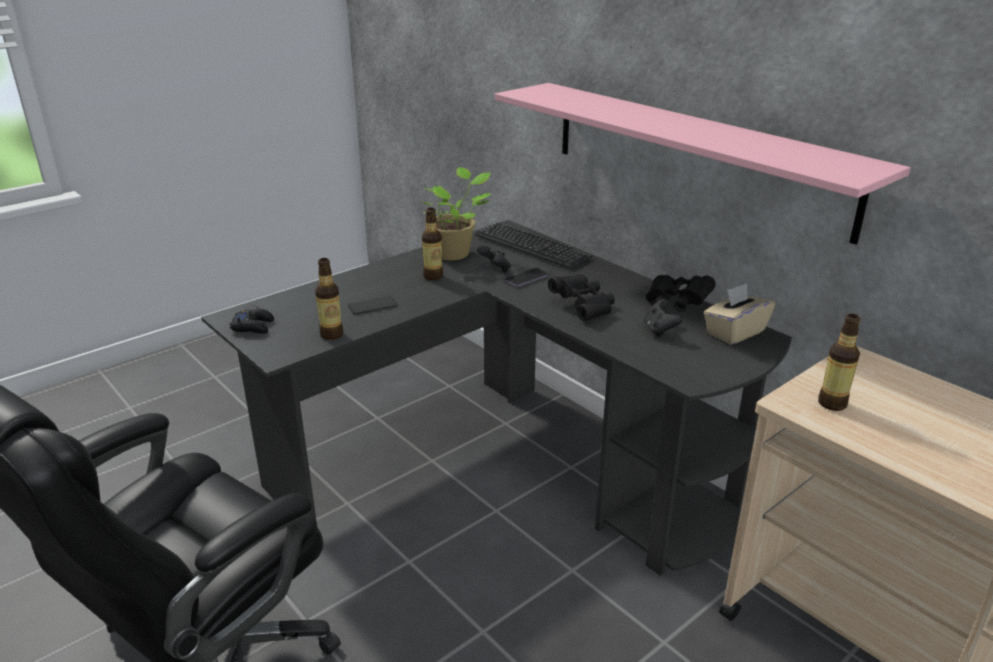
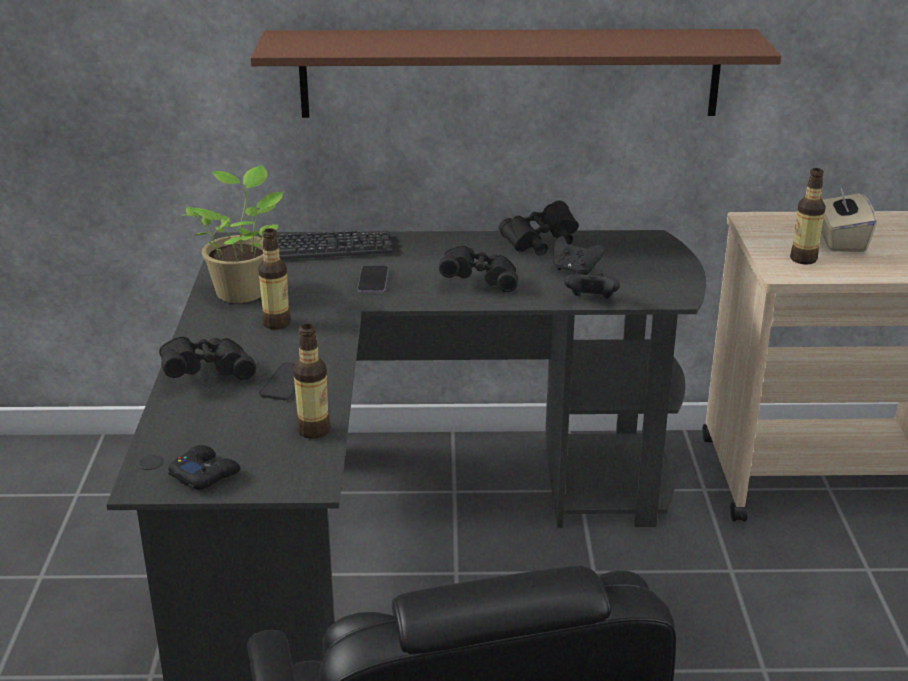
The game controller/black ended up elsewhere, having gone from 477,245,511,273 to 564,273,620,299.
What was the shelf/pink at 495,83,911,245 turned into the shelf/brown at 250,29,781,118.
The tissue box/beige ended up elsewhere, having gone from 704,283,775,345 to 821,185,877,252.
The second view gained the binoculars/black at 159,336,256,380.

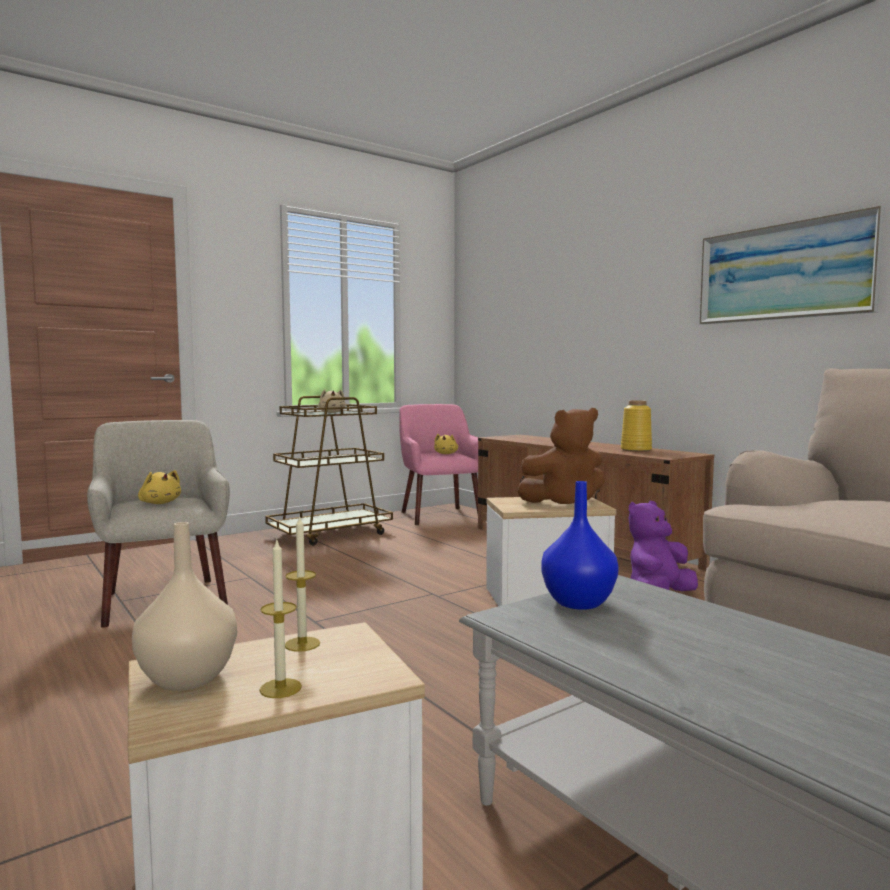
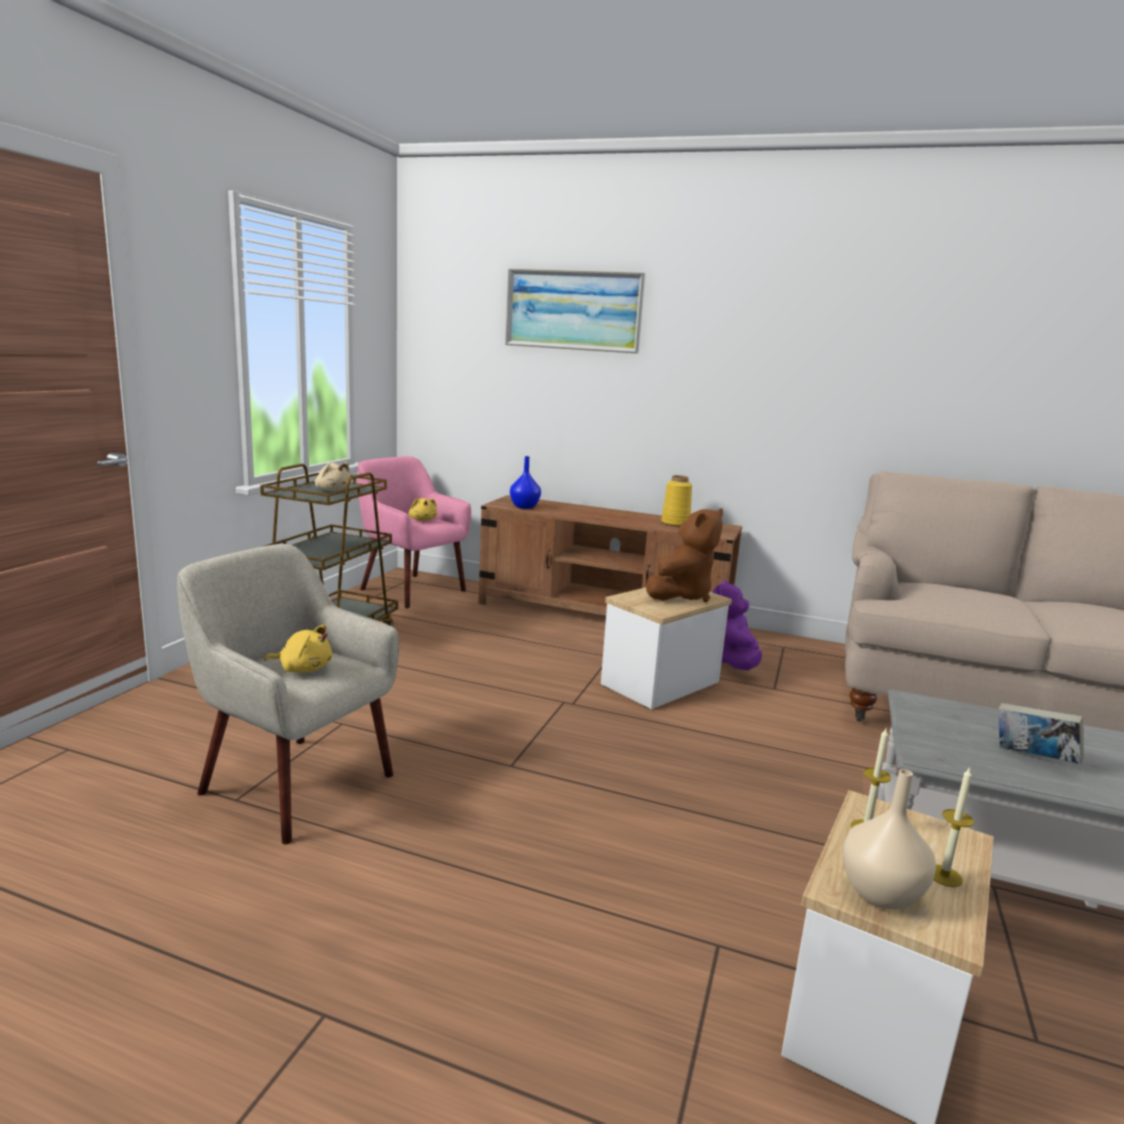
The vase/blue ended up elsewhere, having gone from 541,481,619,610 to 510,456,541,509.
The picture ended up elsewhere, having gone from 700,206,885,324 to 505,268,645,354.
The second view gained the book at 998,703,1084,764.

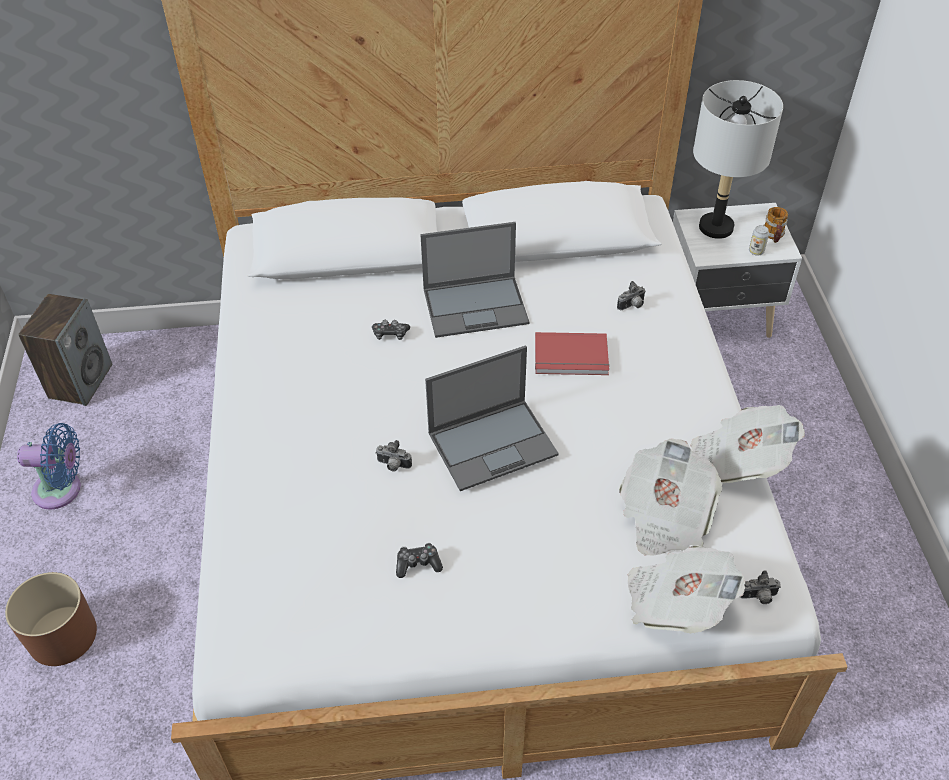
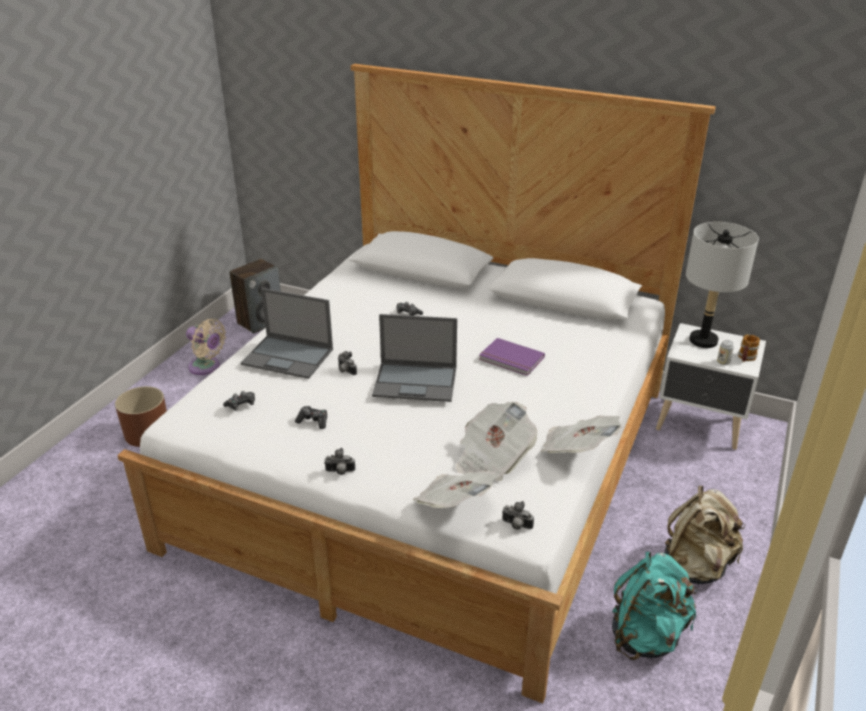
What was the fan/blue at 17,423,81,510 turned into the fan/beige at 186,319,226,375.
The laptop ended up elsewhere, having gone from 420,222,529,338 to 241,288,333,379.
What was the book/red at 535,332,609,375 turned into the book/purple at 479,338,545,376.
The photo camera ended up elsewhere, having gone from 617,281,646,310 to 324,448,355,475.
The second view gained the game controller at 223,391,255,411.
The second view gained the backpack/turquoise at 612,552,698,660.
The second view gained the backpack/beige at 664,486,746,584.

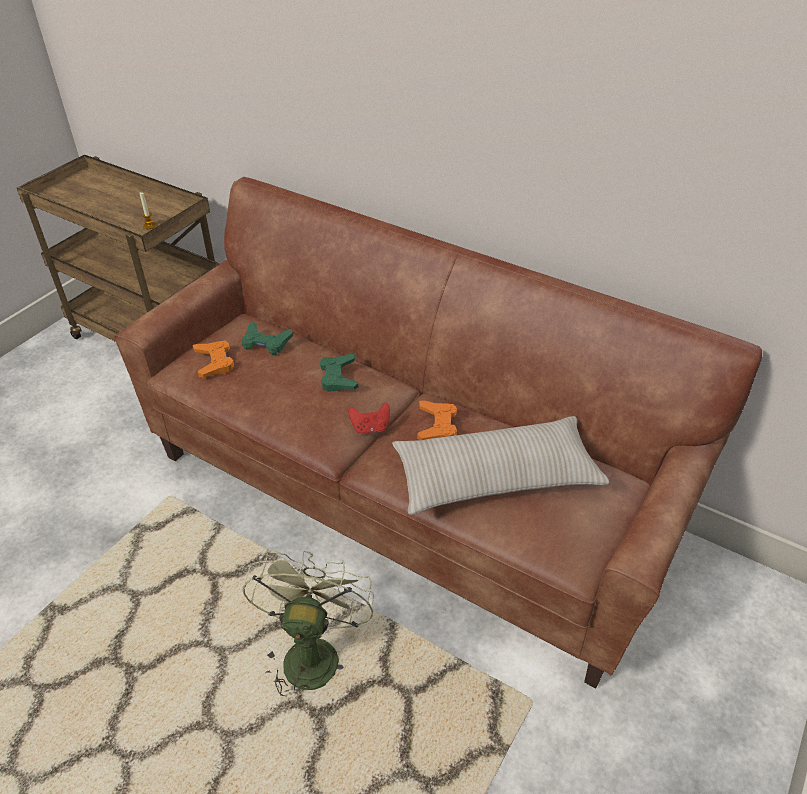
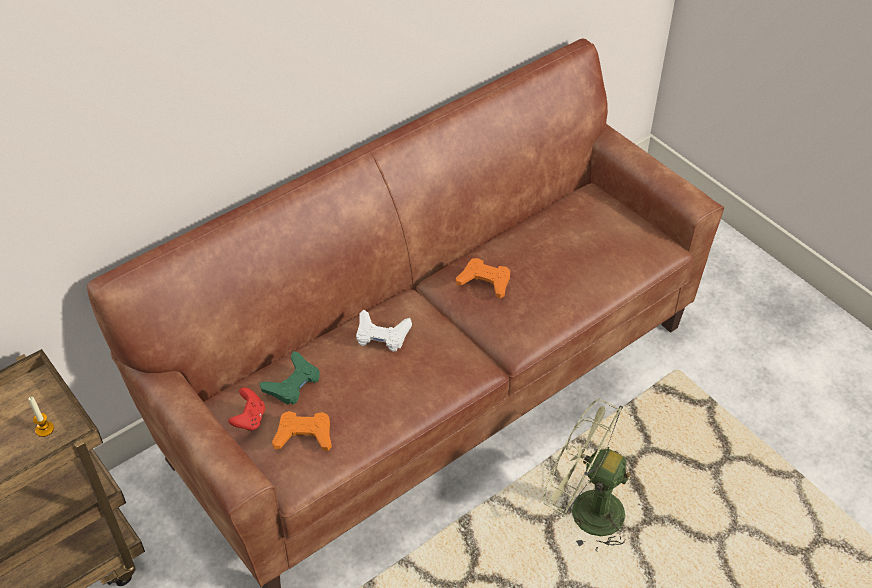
What was the game controller/green at 320,354,358,392 turned into the game controller/white at 356,309,412,352.
The game controller/red ended up elsewhere, having gone from 348,403,390,434 to 228,387,265,431.
The second view lost the pillow/beige at 392,416,609,515.

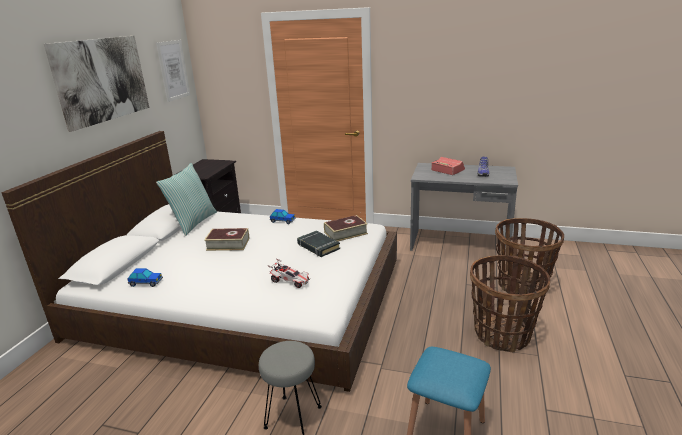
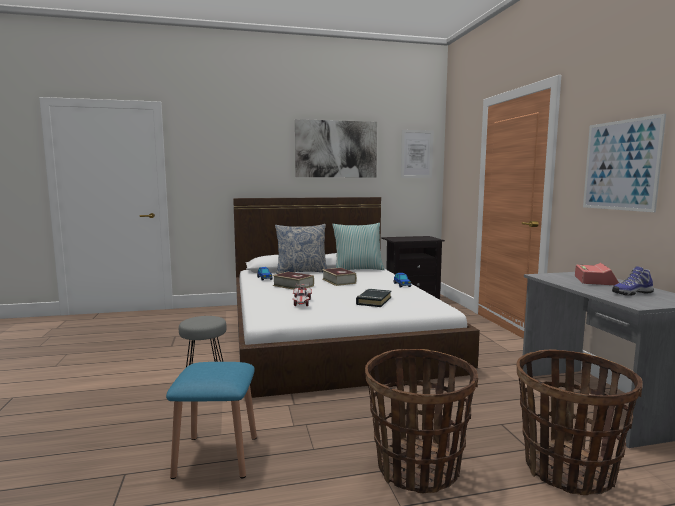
The book ended up elsewhere, having gone from 324,215,368,241 to 272,272,314,290.
The second view gained the pillow at 275,224,327,274.
The second view gained the picture at 583,114,666,212.

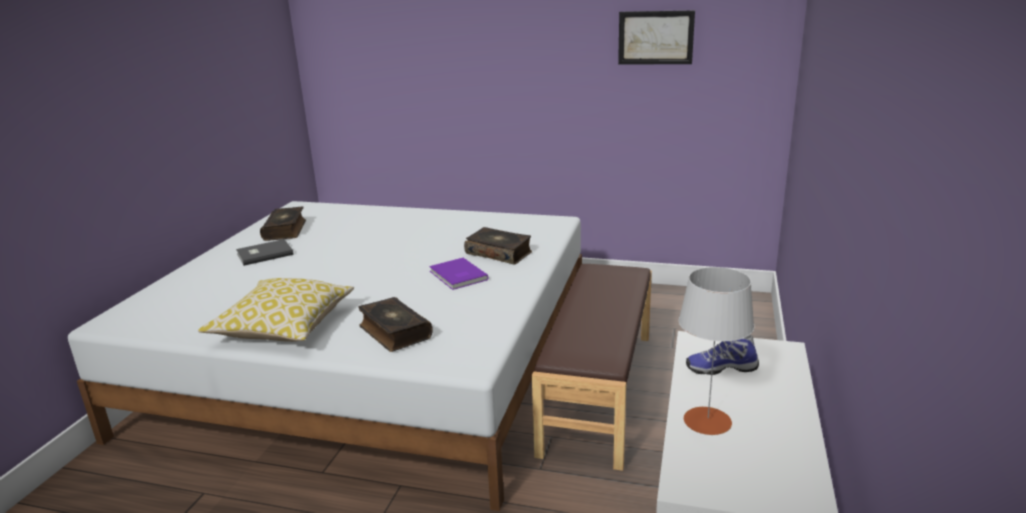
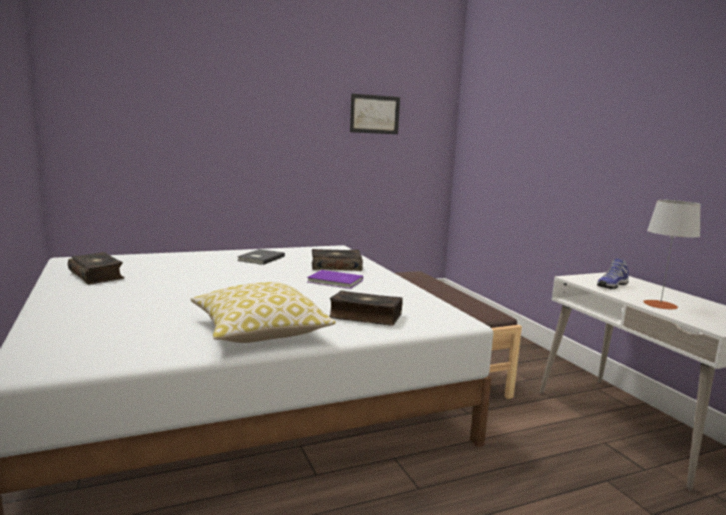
The book/grey ended up elsewhere, having gone from 236,239,294,266 to 237,249,285,265.

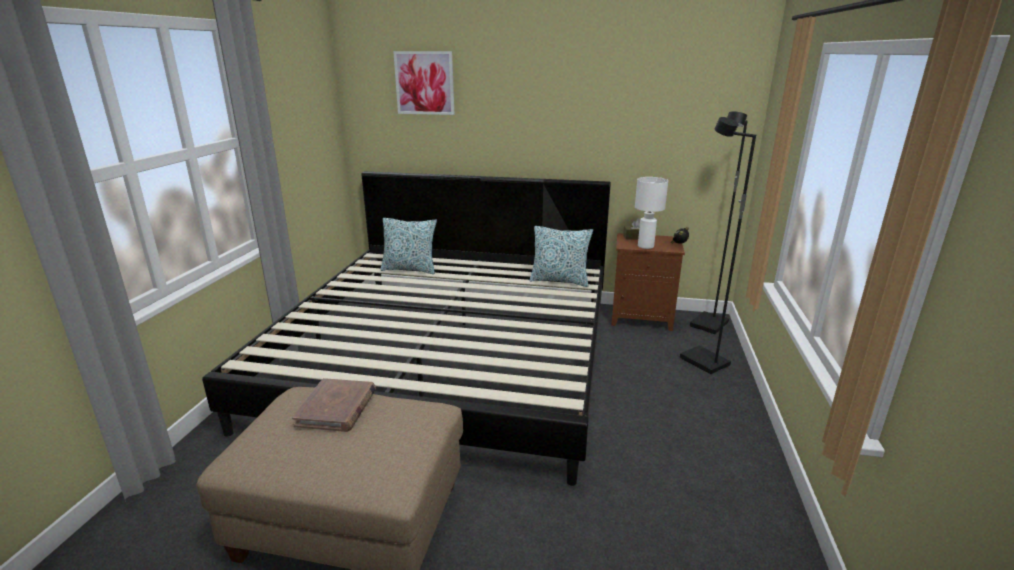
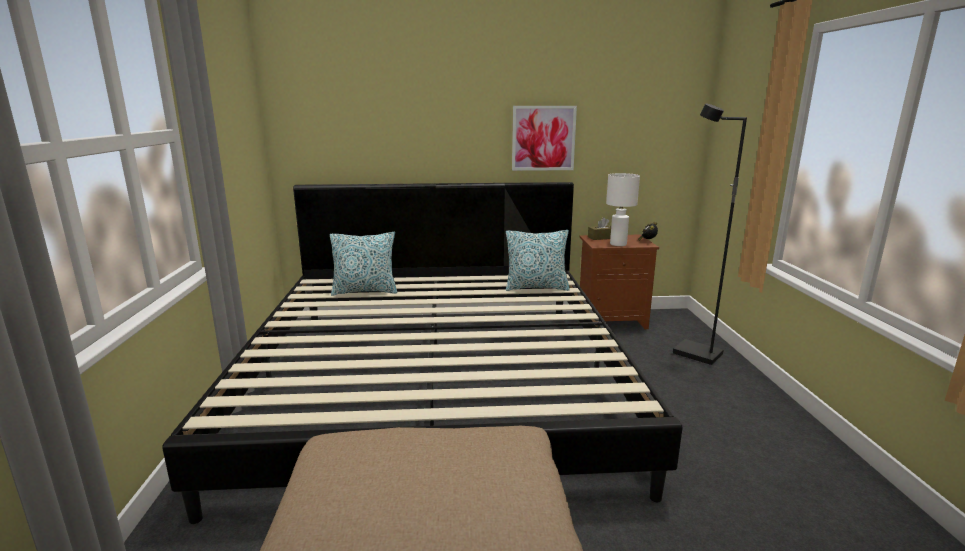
The second view lost the book/brown at 292,378,376,432.
The picture ended up elsewhere, having gone from 393,51,455,115 to 512,106,577,171.
The second view lost the floor lamp/black at 690,111,748,334.

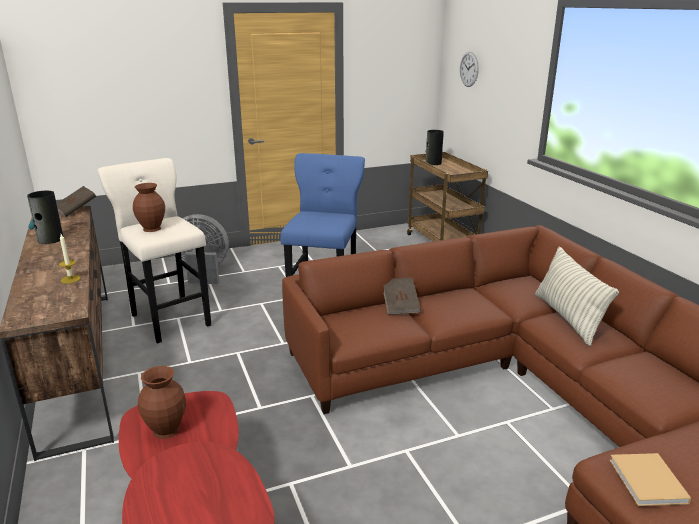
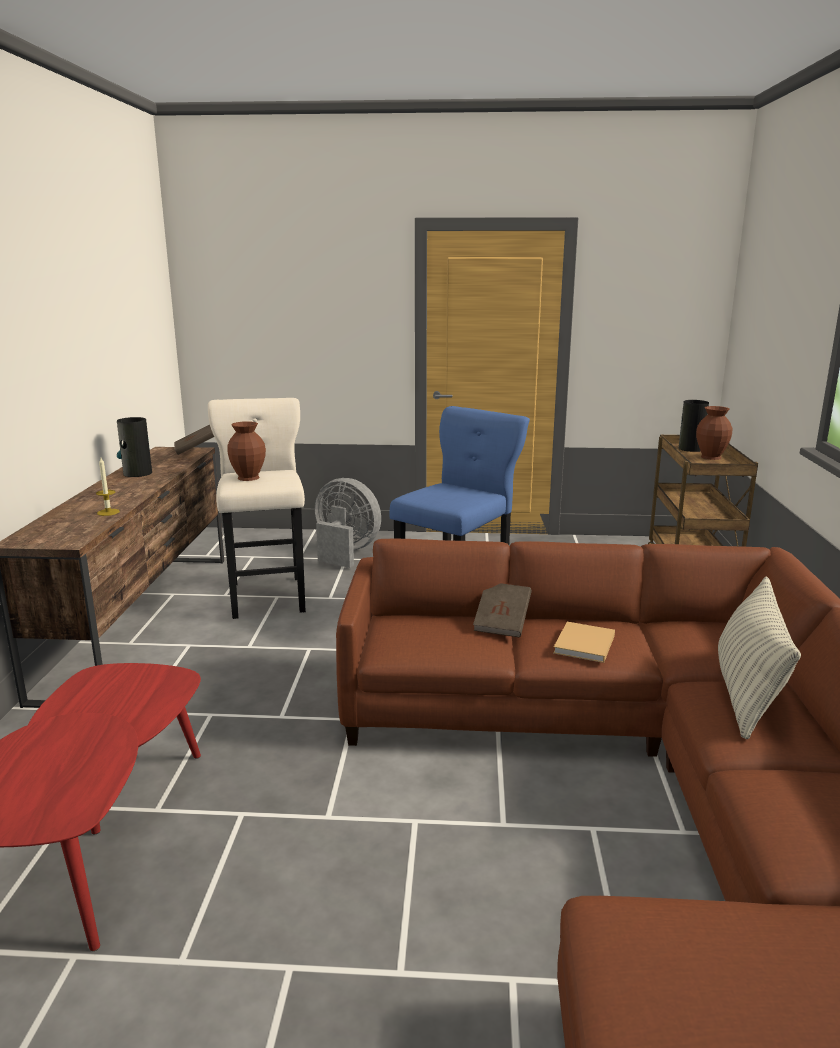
The vase/brown ended up elsewhere, having gone from 138,366,186,439 to 696,406,732,460.
The second view lost the wall clock at 460,52,479,87.
The book/beige ended up elsewhere, having gone from 609,453,691,506 to 553,622,615,663.

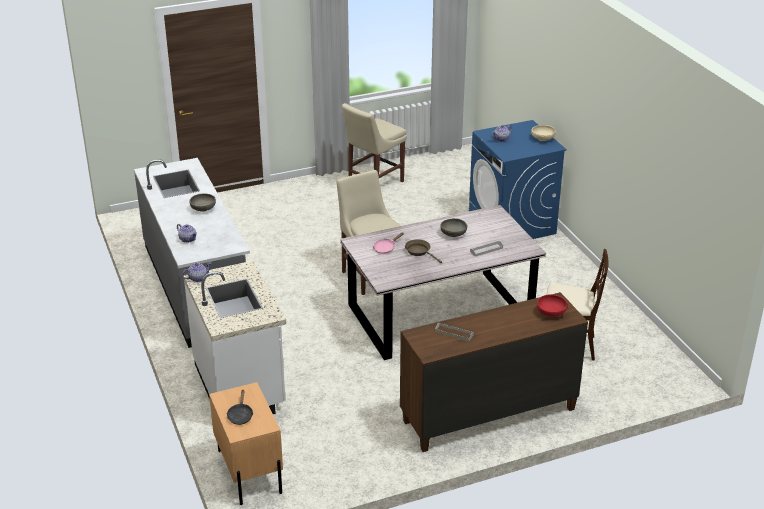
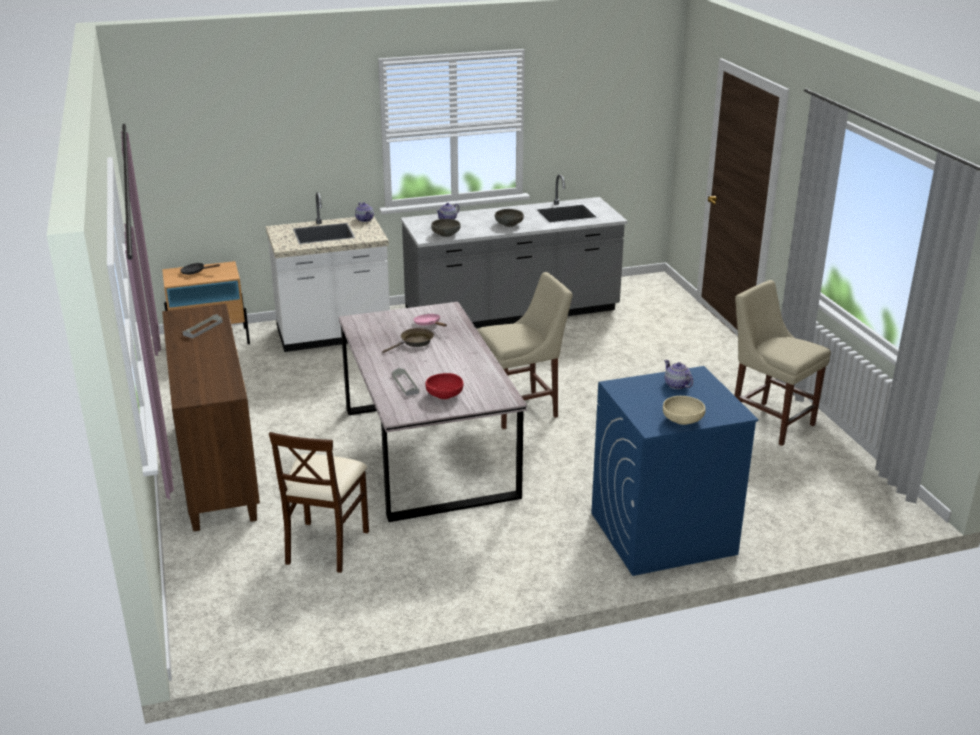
The bowl/grey ended up elsewhere, having gone from 440,218,467,237 to 431,219,461,237.
The bowl/red ended up elsewhere, having gone from 537,294,567,317 to 425,373,464,399.

